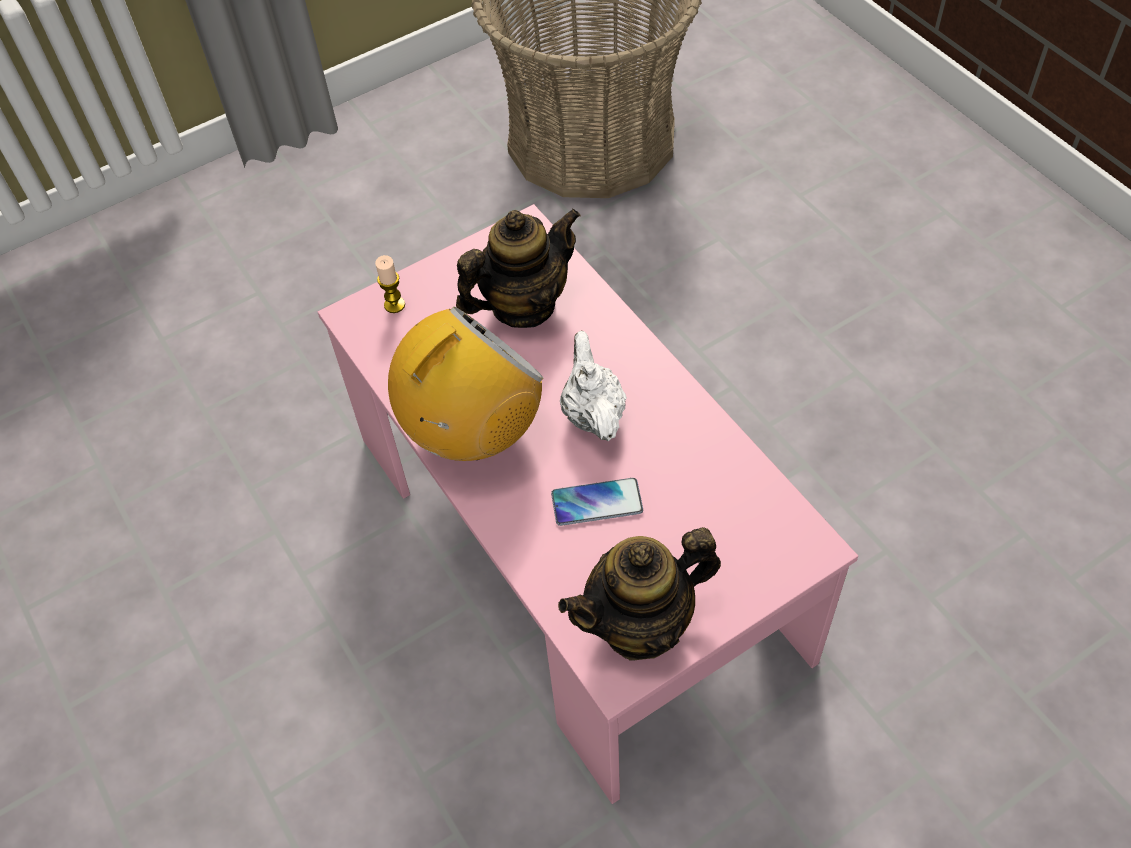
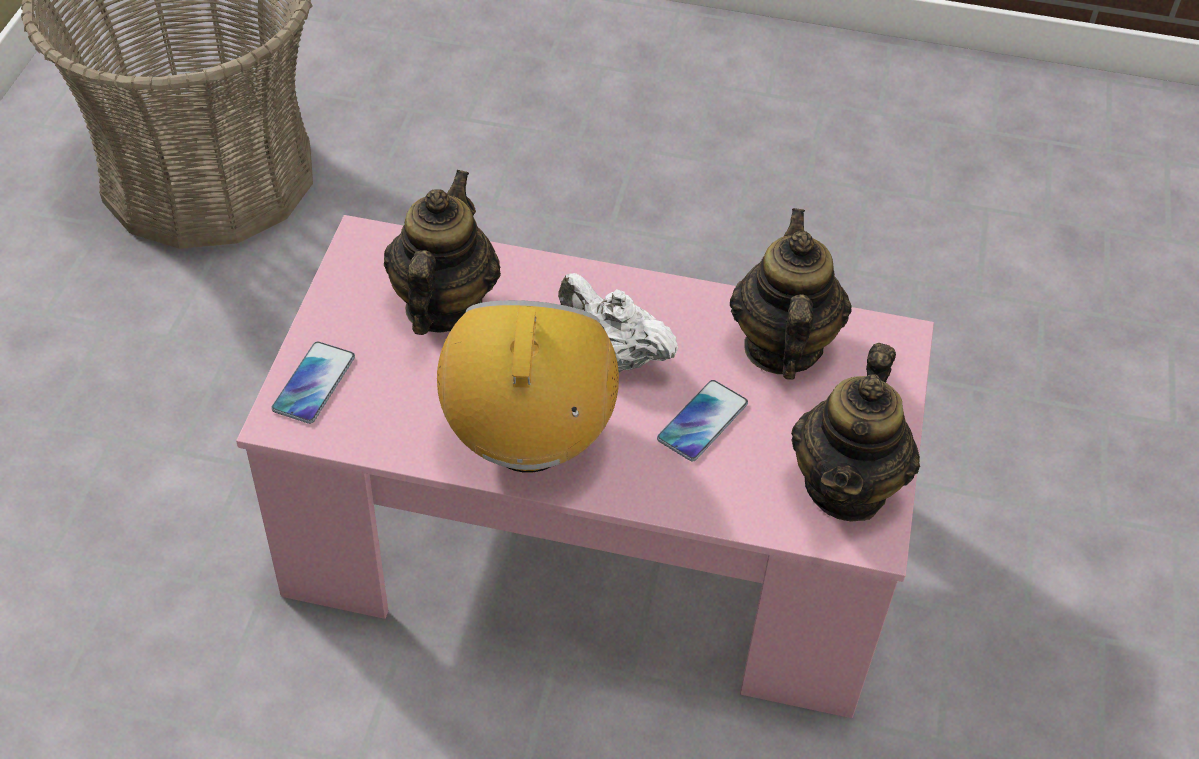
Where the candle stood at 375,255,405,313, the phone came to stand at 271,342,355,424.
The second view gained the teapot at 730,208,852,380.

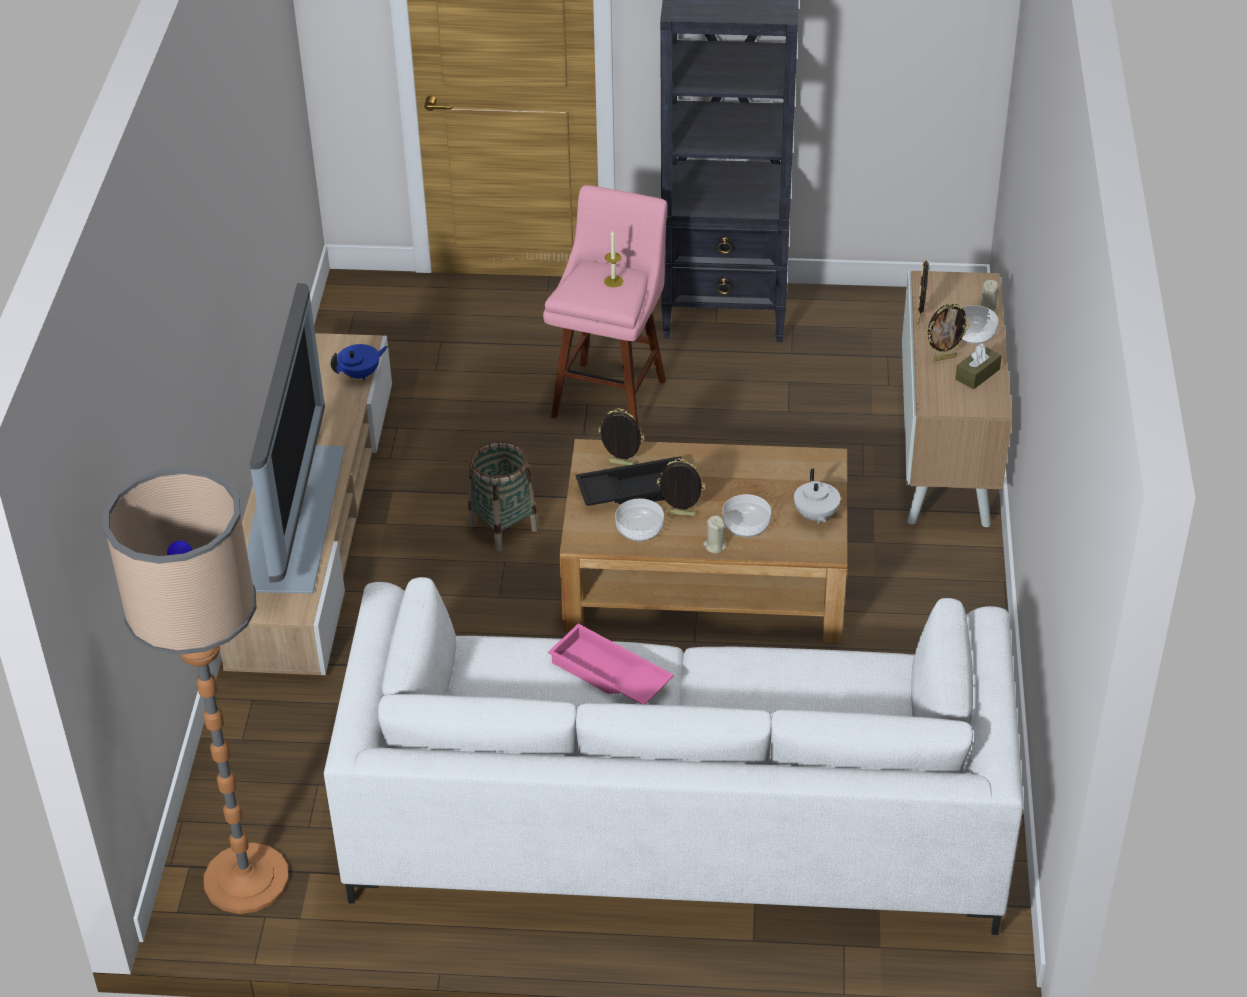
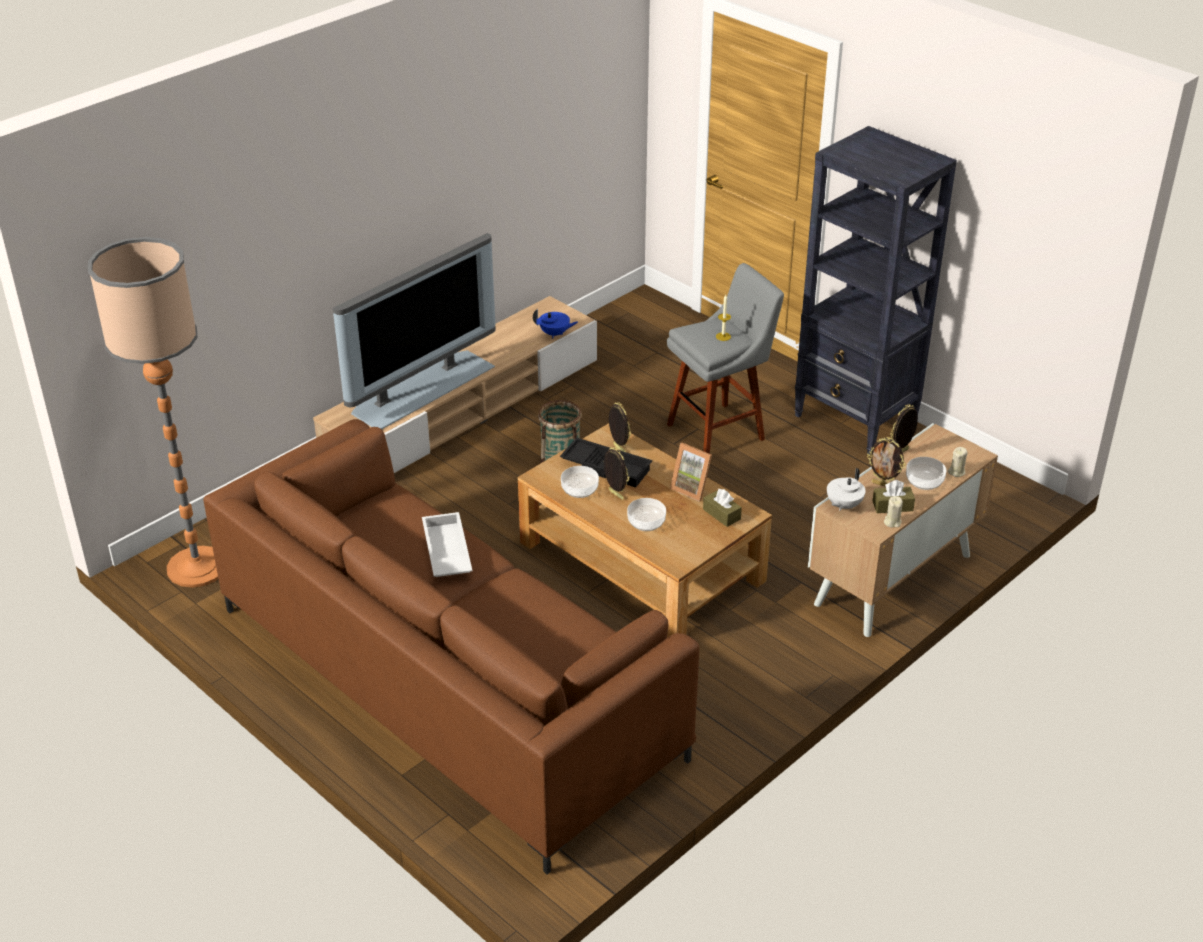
What was the sofa/white at 324,577,1024,935 turned into the sofa/brown at 203,419,699,874.
What was the stool/pink at 543,185,667,425 turned into the stool/grey at 667,263,784,454.
What was the tray/pink at 548,624,674,705 turned into the tray/white at 422,512,472,577.
The candle/beige ended up elsewhere, having gone from 703,515,727,553 to 884,496,903,528.
The teapot/white ended up elsewhere, having gone from 794,468,840,524 to 827,468,866,511.
The second view gained the picture frame at 670,443,712,502.
The second view gained the tissue box/brown at 703,489,742,527.

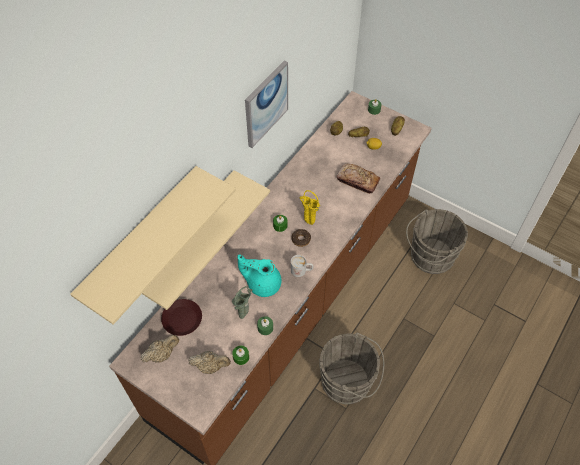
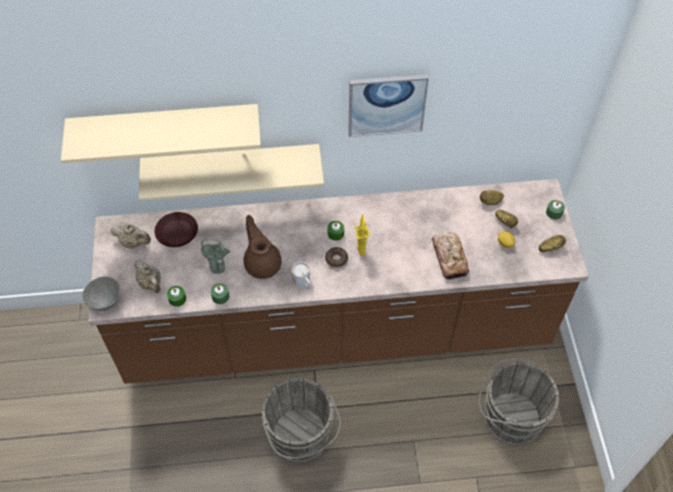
What was the teapot/turquoise at 237,254,282,297 turned into the teapot/brown at 244,215,282,279.
The second view gained the bowl/grey at 82,276,120,311.

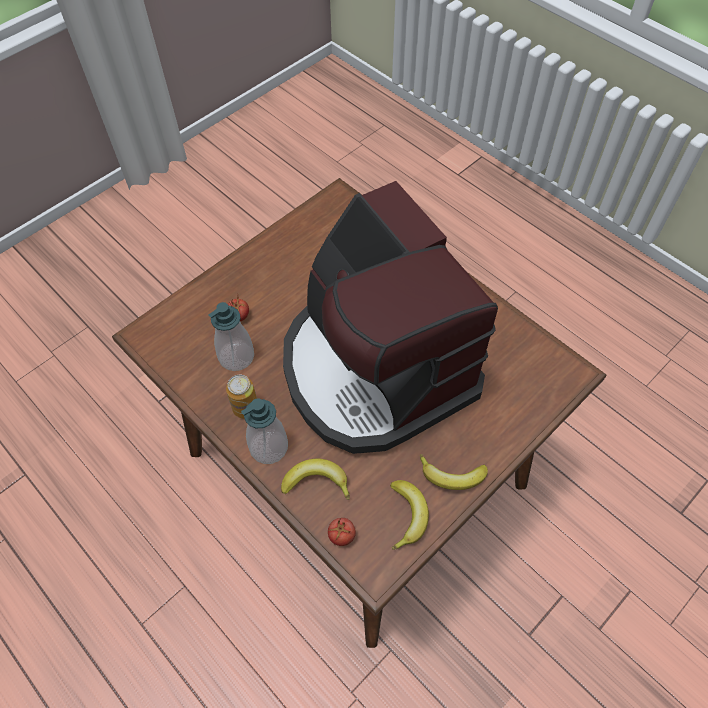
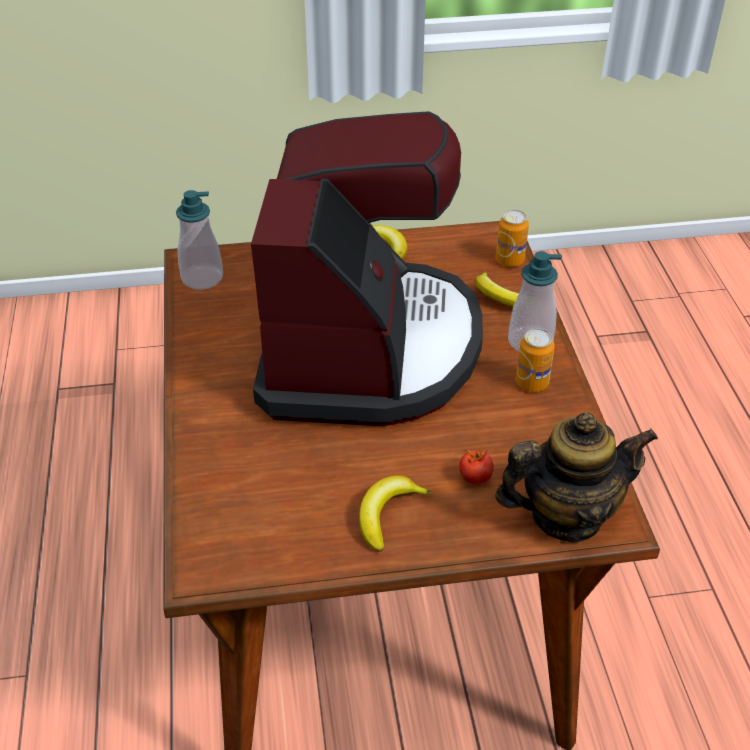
The soap dispenser ended up elsewhere, having gone from 208,302,254,371 to 176,190,223,290.
Where the tomato stood at 327,518,356,546, the can came to stand at 496,210,529,267.
The banana ended up elsewhere, having gone from 390,480,429,550 to 359,475,432,552.
The second view gained the teapot at 495,412,658,542.

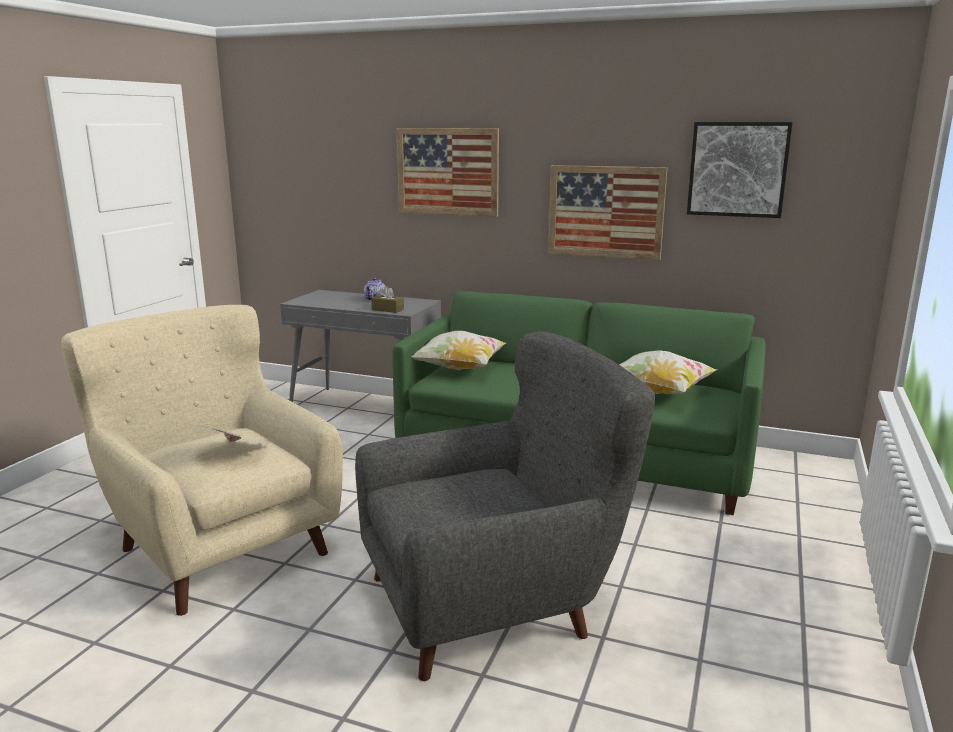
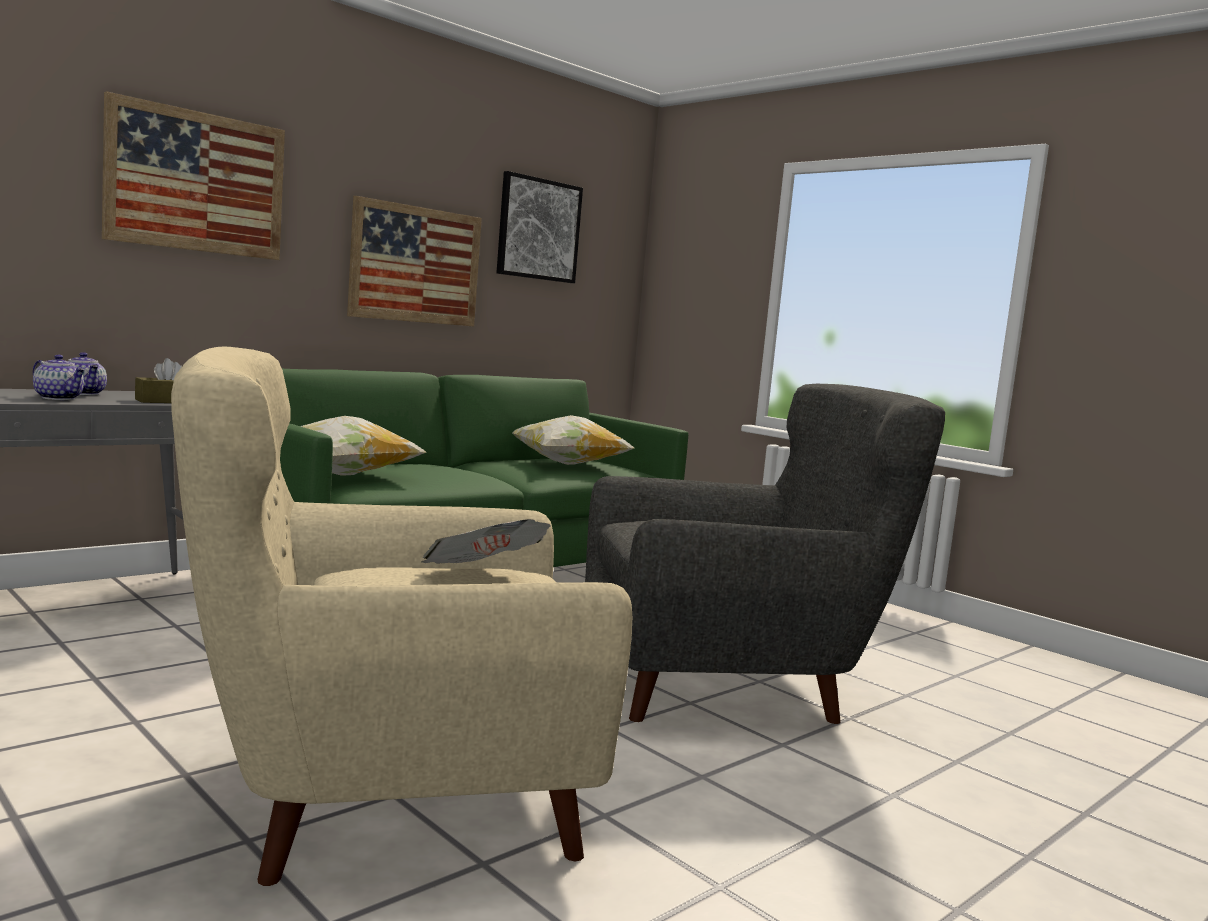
The armchair/grey at 355,332,655,681 ended up facing another way, 75 degrees clockwise from before.
The second view gained the teapot at 33,355,85,400.

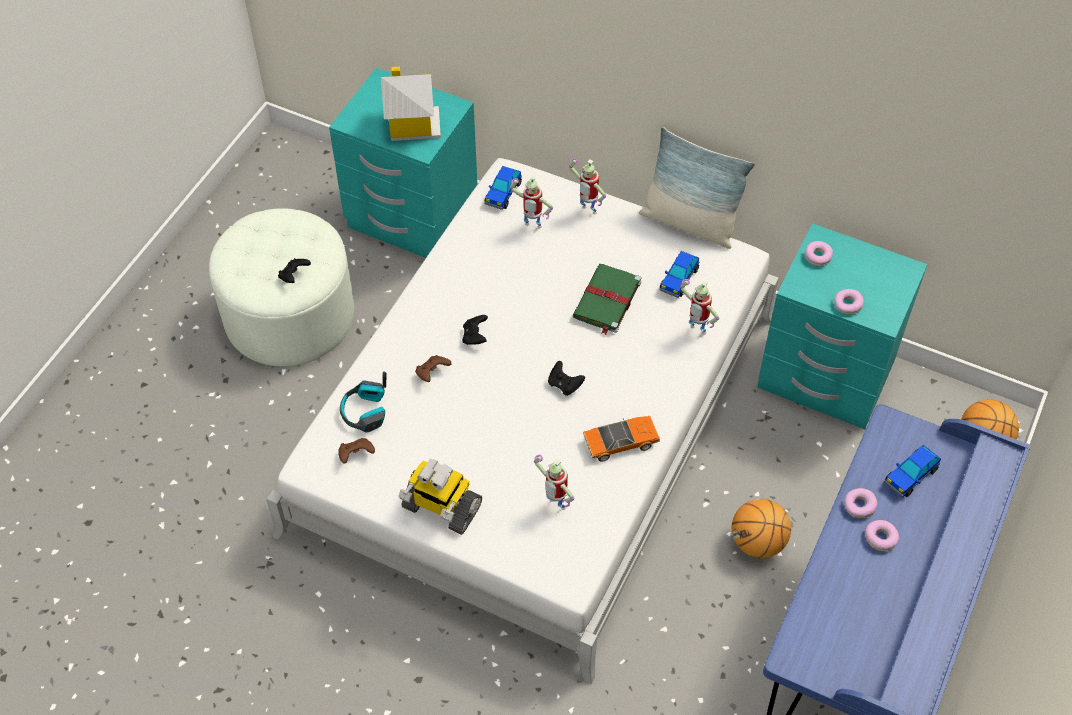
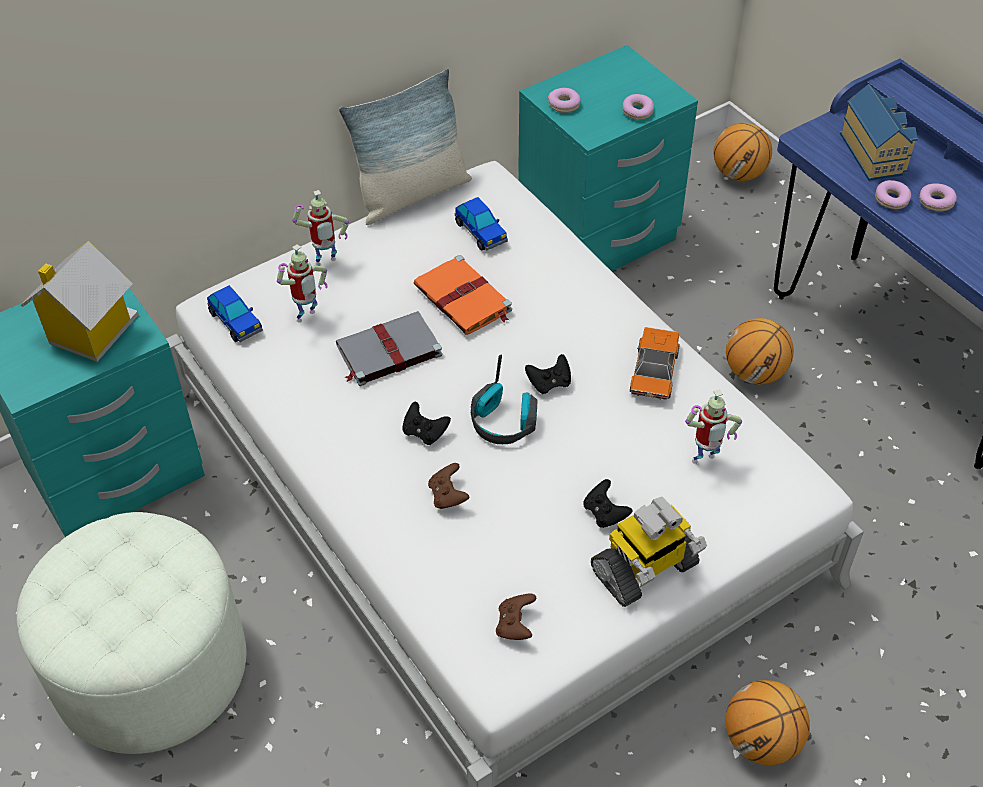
The game controller/black ended up elsewhere, having gone from 278,258,311,283 to 583,479,633,528.
The headphones ended up elsewhere, having gone from 340,371,387,432 to 471,355,538,444.
What was the book/green at 573,264,641,335 turned into the book/orange at 414,255,512,335.
The second view lost the toy robot at 680,279,719,335.
Where the toy car stood at 884,445,941,497, the toy house came to stand at 840,84,918,181.
The second view gained the book/grey at 336,311,442,386.
The second view gained the basketball at 726,680,810,765.

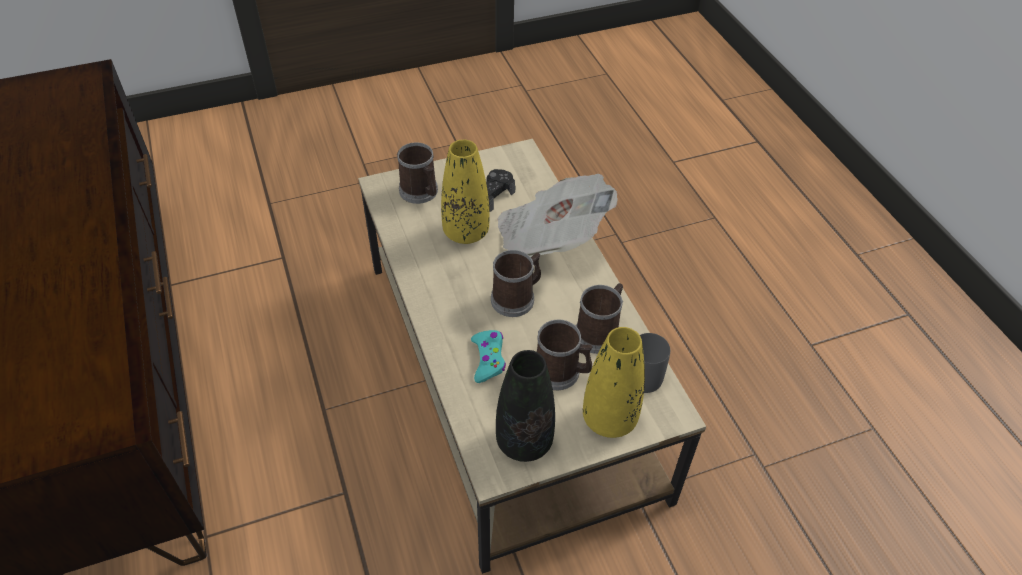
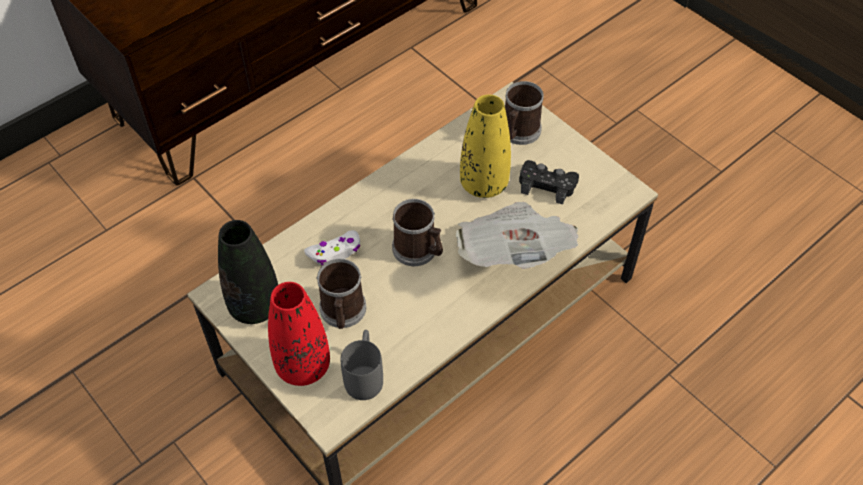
What was the game controller/turquoise at 471,330,506,383 turned into the game controller/white at 304,230,360,266.
The second view lost the mug at 576,283,623,354.
What was the vase/yellow at 583,327,645,438 turned into the vase/red at 268,282,330,386.

